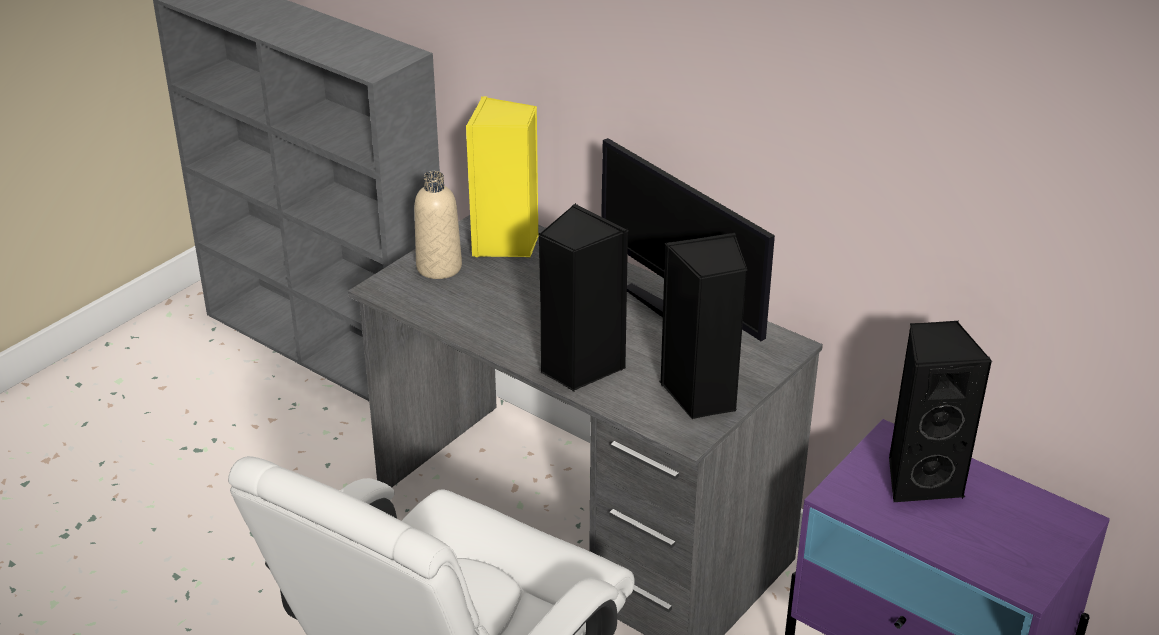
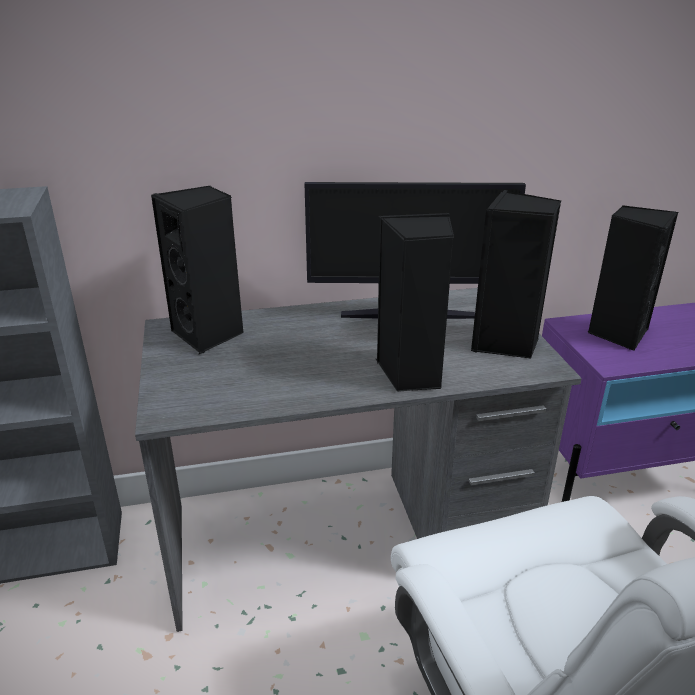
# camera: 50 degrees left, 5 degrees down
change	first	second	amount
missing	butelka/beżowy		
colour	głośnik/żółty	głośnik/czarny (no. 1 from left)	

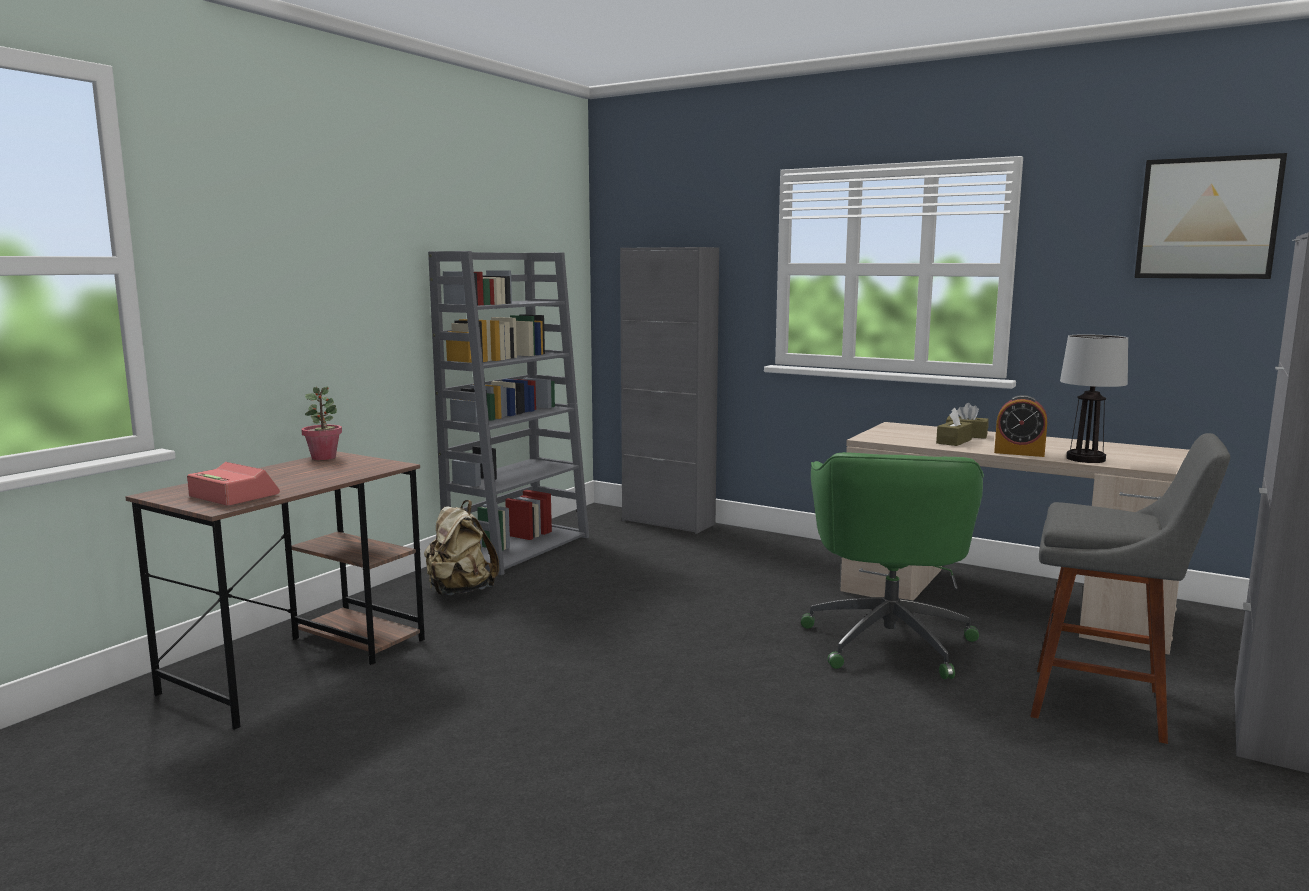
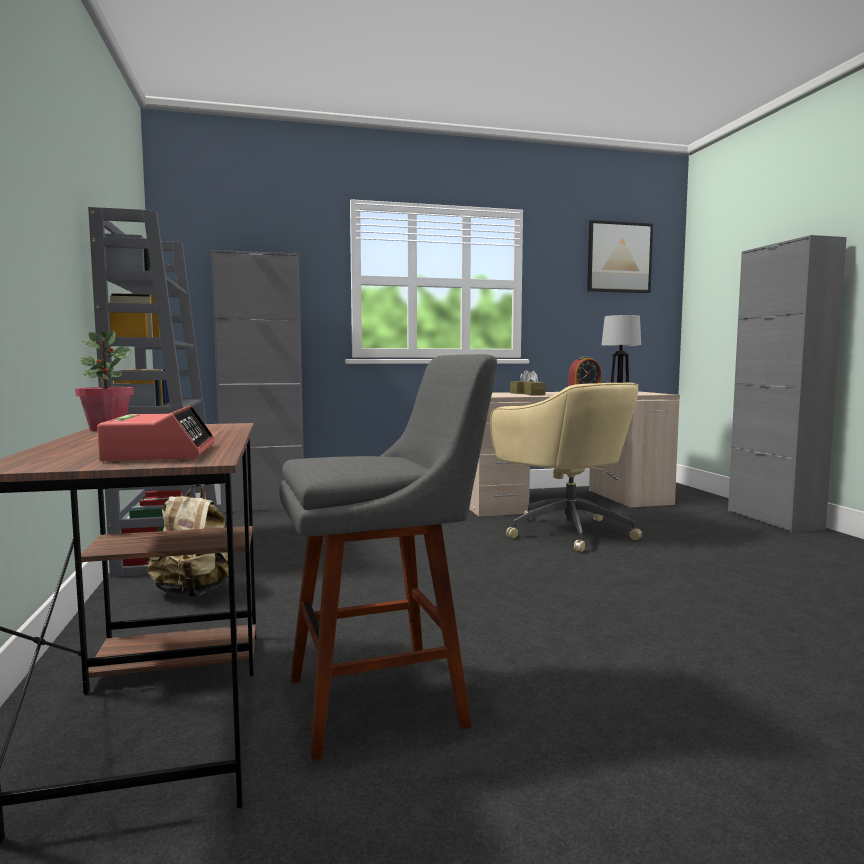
# camera: 45 degrees left, 5 degrees down
change	first	second	amount
spun	budzik (no. 1 from left)		90 degrees clockwise
colour	krzesło biurowe/zielony	krzesło biurowe/beżowy	
relocated	stołek/szary		

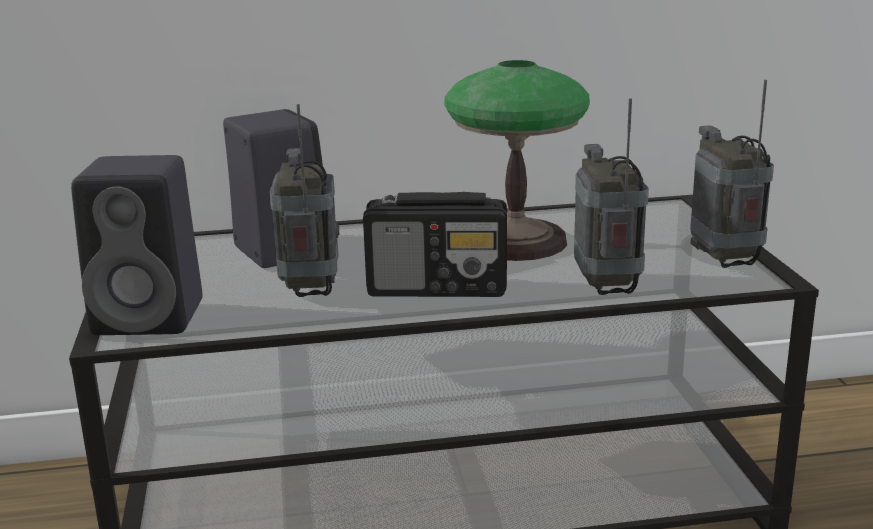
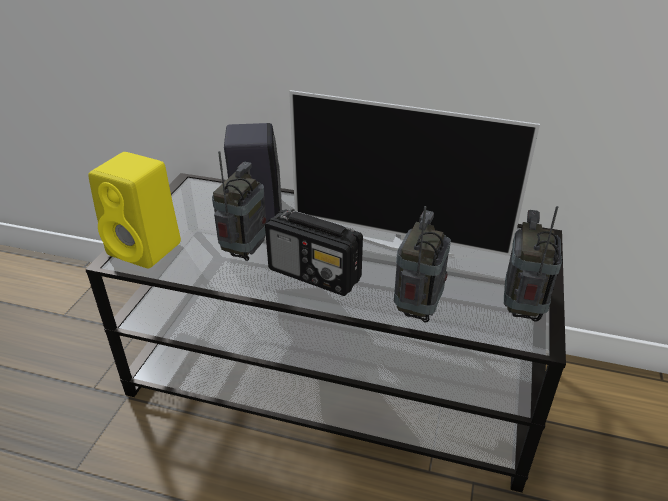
# camera: 25 degrees right, 15 degrees up
change	first	second	amount
colour	głośnik/czarny (no. 1 from left)	głośnik/żółty	
exchanged	lampa stołowa	telewizor	

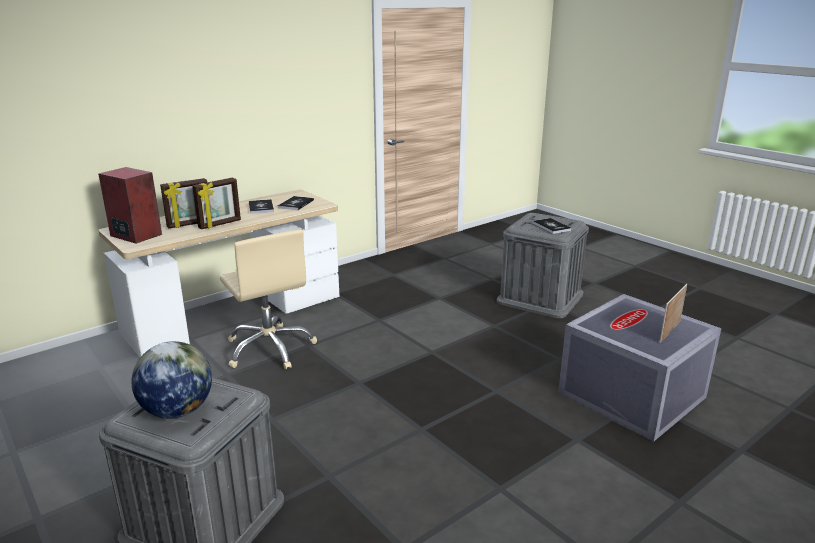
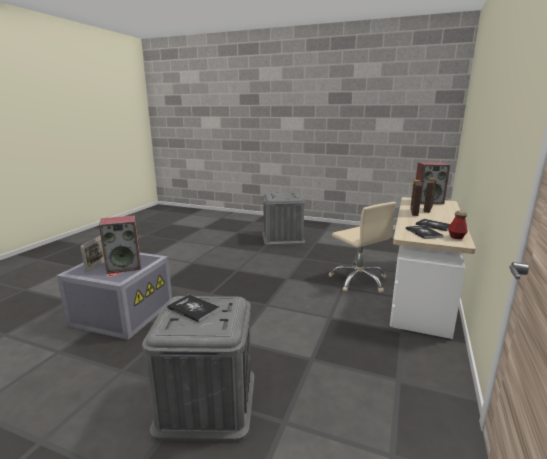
# camera: 150 degrees right, 5 degrees down
change	first	second	amount
missing	globus		
spun	krzesło biurowe/beżowy		150 degrees counterclockwise
appeared		głośnik (no. 1 from left)	
appeared		butelka	

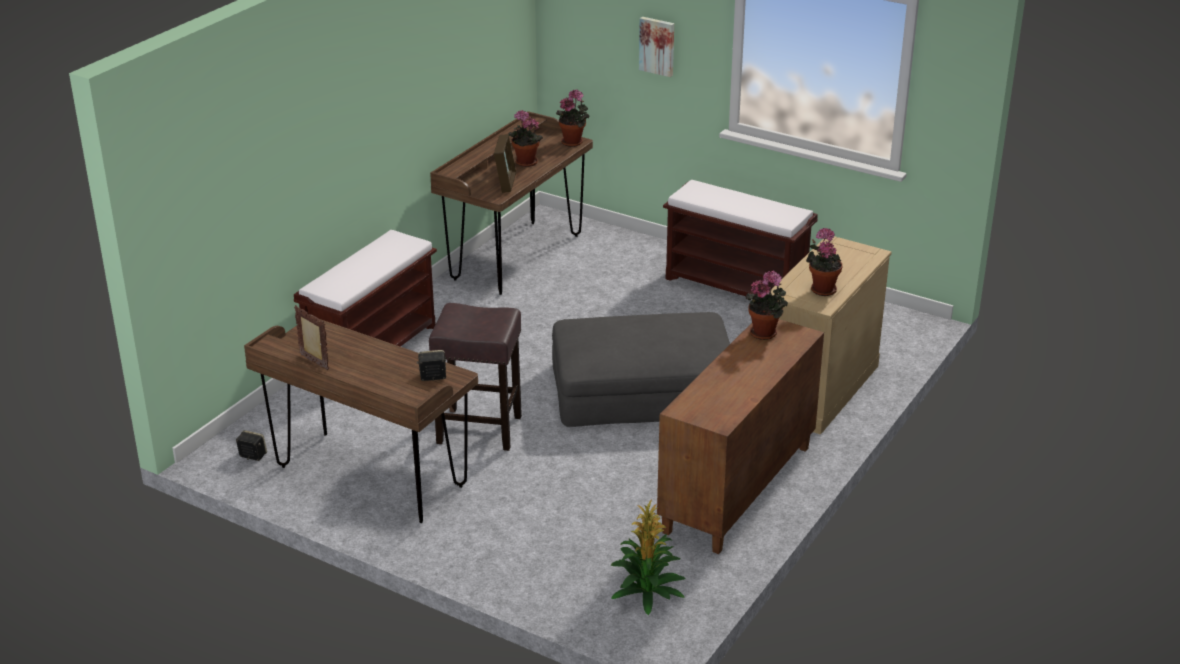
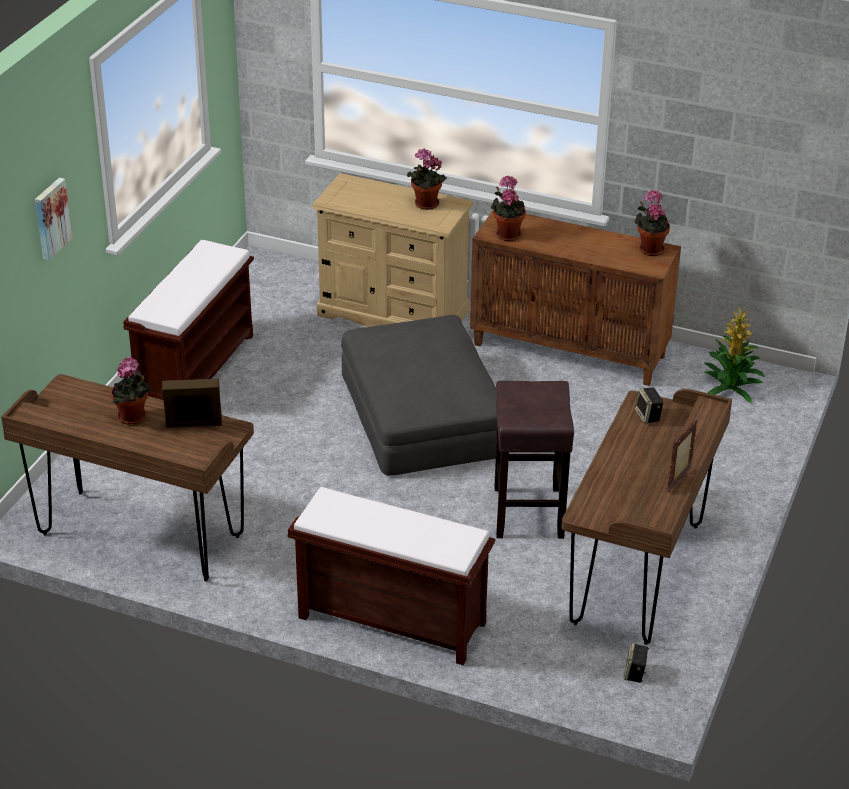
# camera: 100 degrees left, 5 degrees up
change	first	second	amount
relocated	roślina doniczkowa (no. 2 from left in the first image)	roślina doniczkowa (no. 4 from left)	

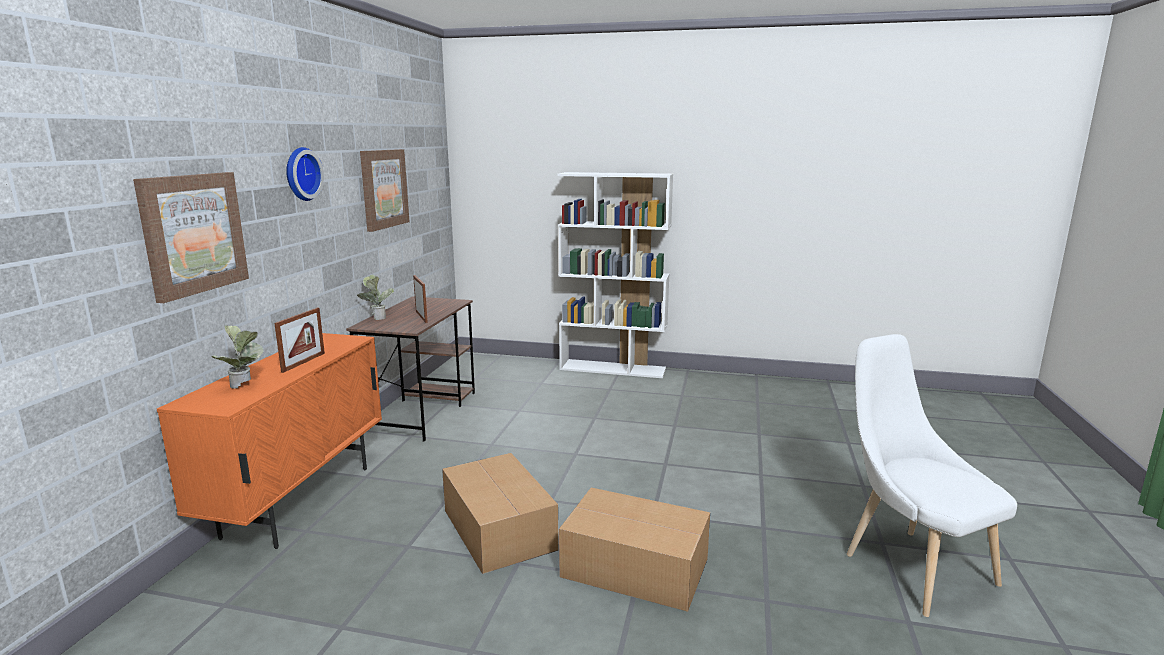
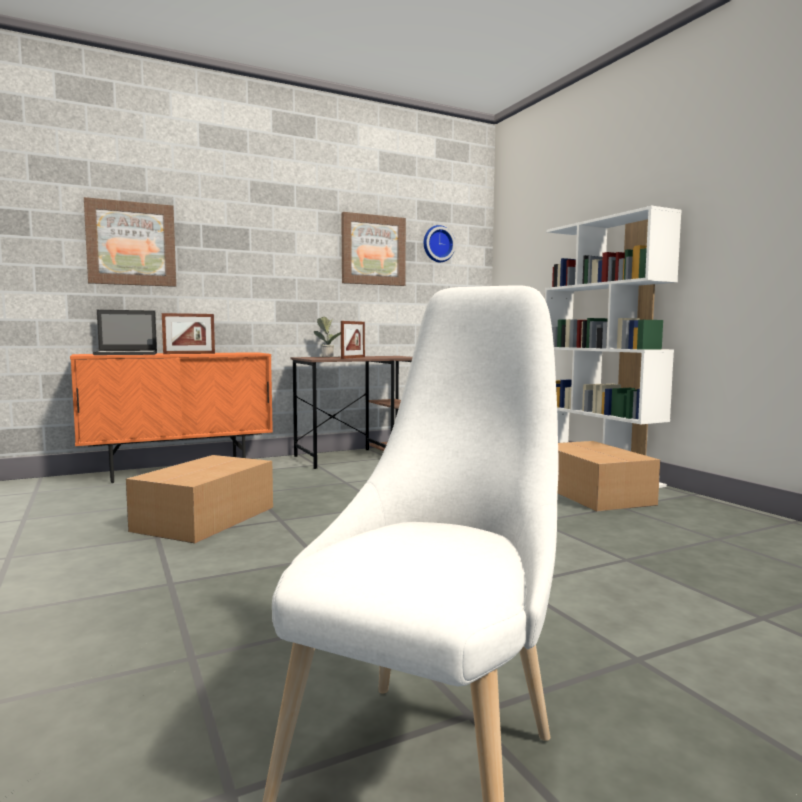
# camera: 50 degrees right, 10 degrees down
change	first	second	amount
exchanged	roślina doniczkowa (no. 1 from left)	laptop	
relocated	zegar ścienny		
relocated	karton (no. 2 from left)		

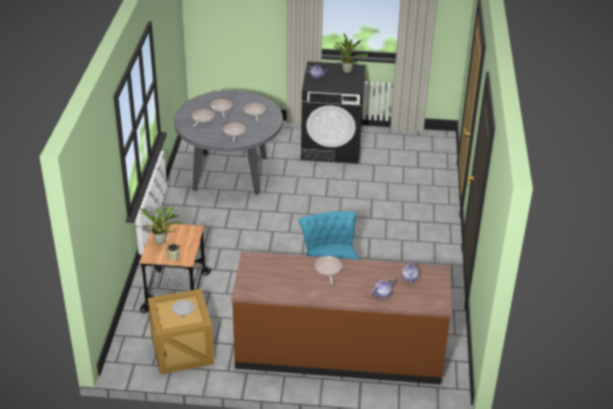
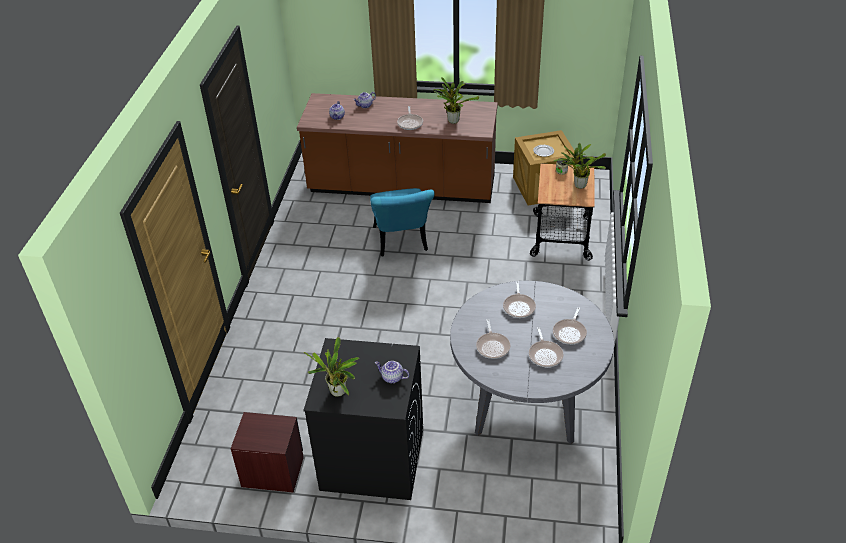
# camera: 175 degrees left, 5 degrees up
change	first	second	amount
appeared		szafka nocna/brązowy	
appeared		roślina doniczkowa (no. 2 from left)	

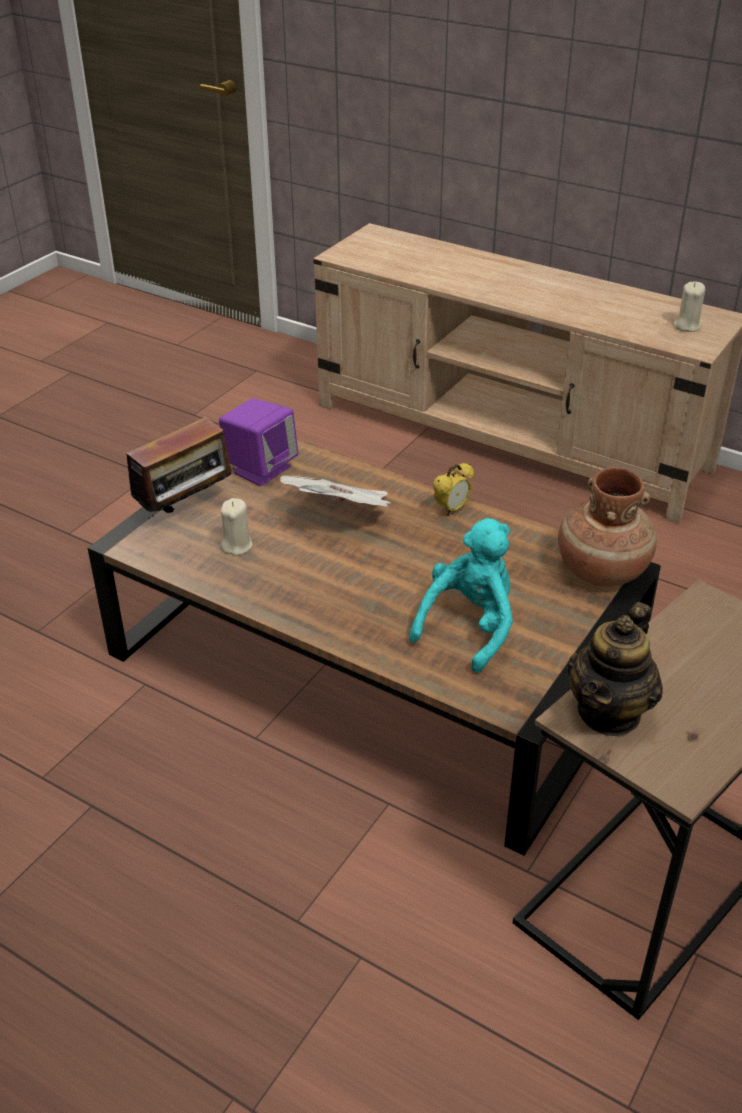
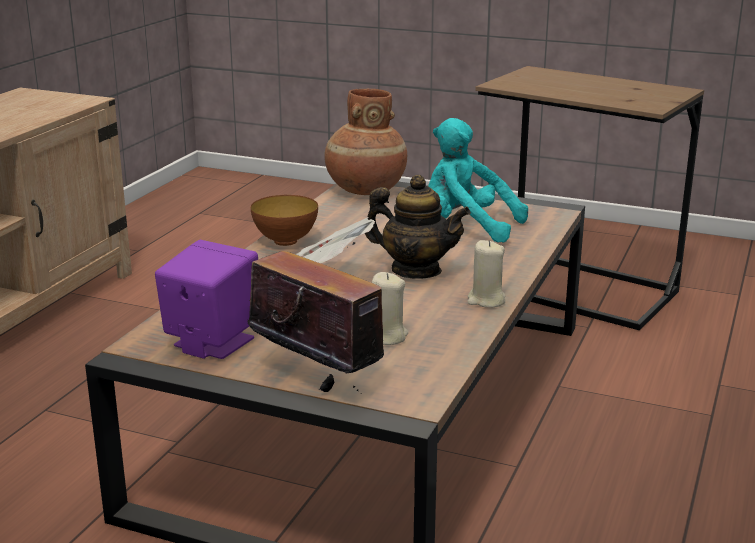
# camera: 100 degrees left, 15 degrees down
change	first	second	amount
exchanged	budzik	miska	
relocated	imbryk		
relocated	świeca/beżowy (no. 2 from left)		

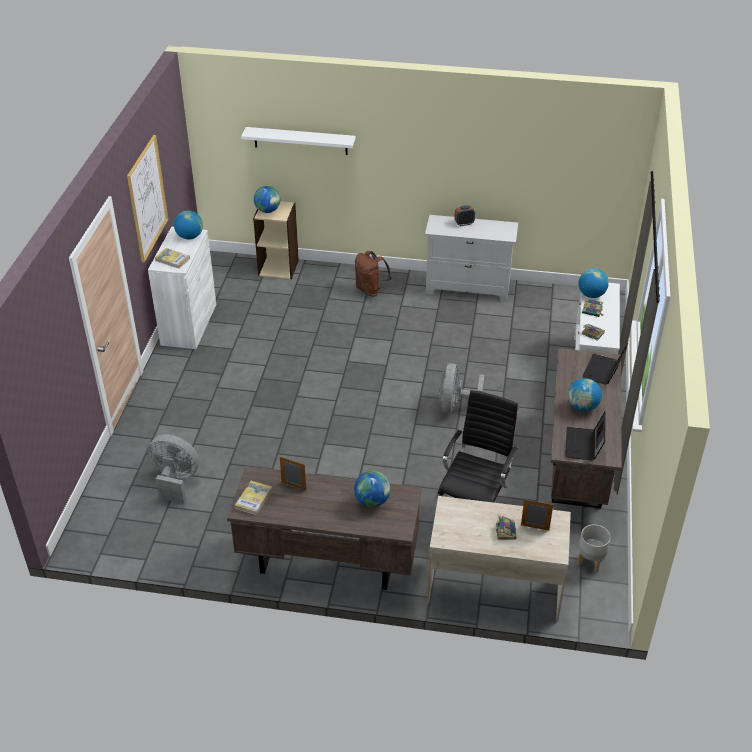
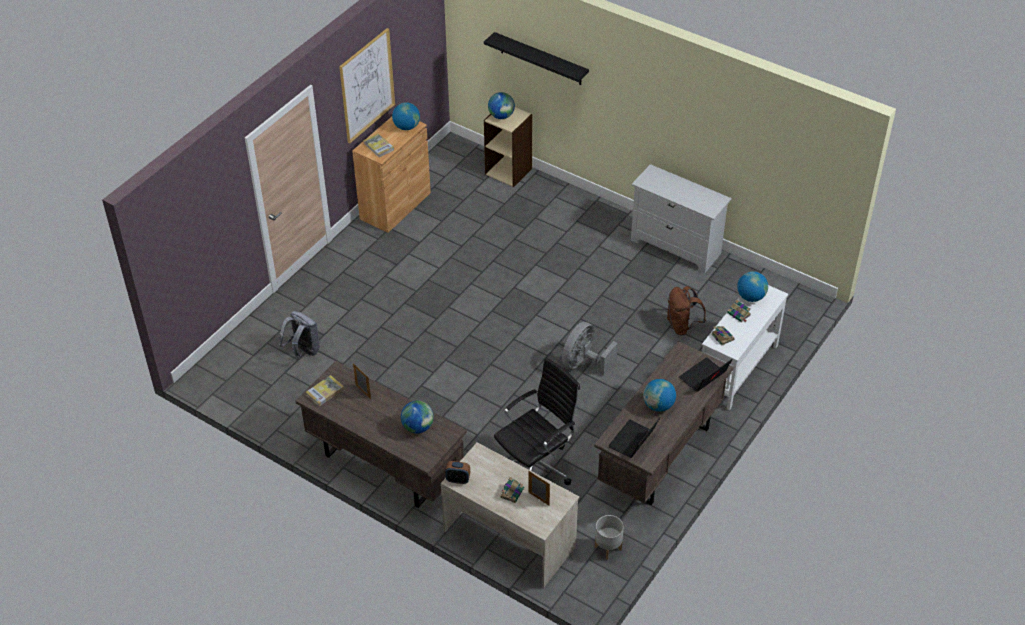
# camera: 25 degrees right, 5 degrees up
change	first	second	amount
colour	szafka/biały	szafka/brązowy	
exchanged	wentylator/szary (no. 1 from left)	plecak/szary	
colour	półka/biały	półka/czarny	
relocated	plecak/brązowy		
relocated	budzik		

